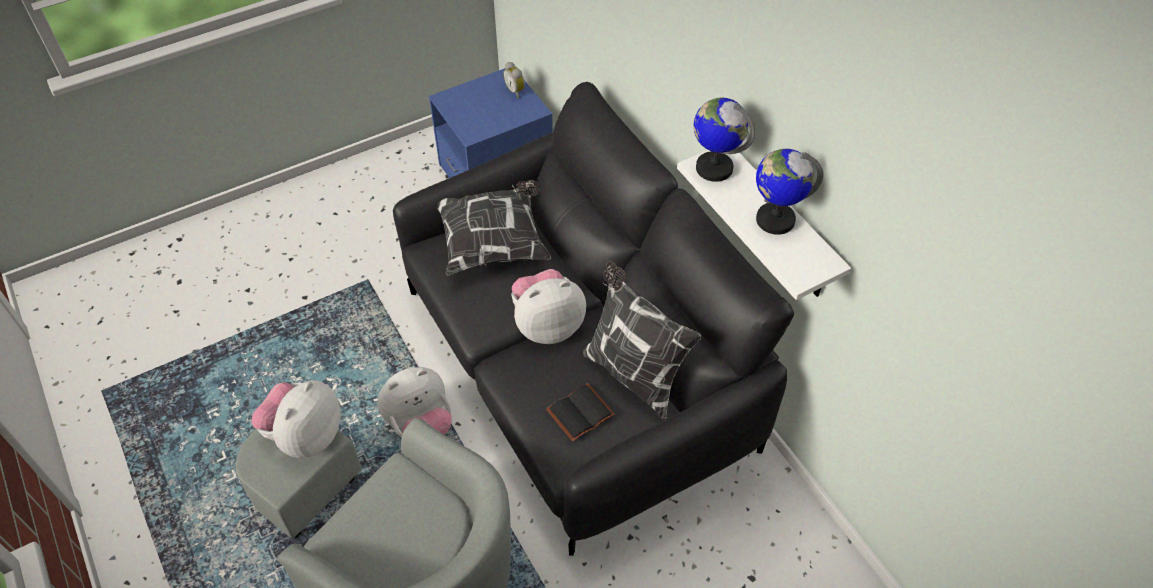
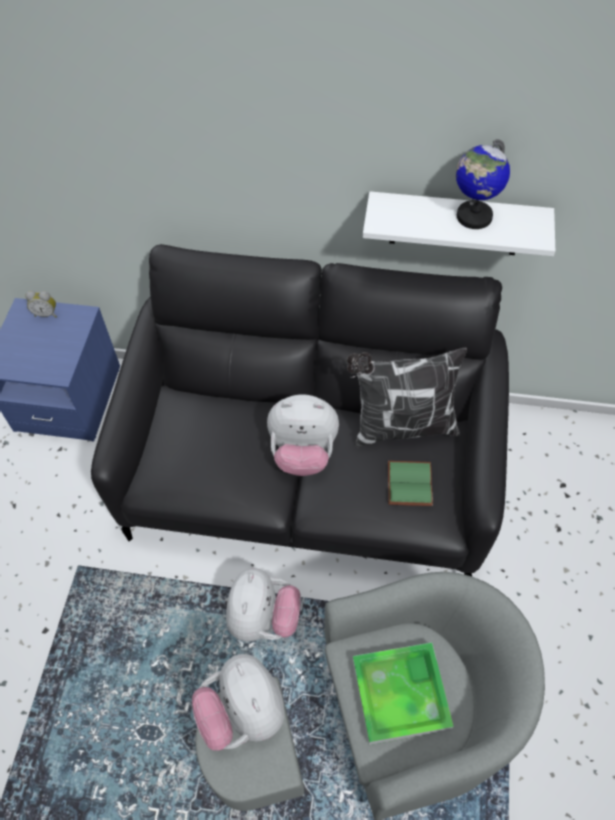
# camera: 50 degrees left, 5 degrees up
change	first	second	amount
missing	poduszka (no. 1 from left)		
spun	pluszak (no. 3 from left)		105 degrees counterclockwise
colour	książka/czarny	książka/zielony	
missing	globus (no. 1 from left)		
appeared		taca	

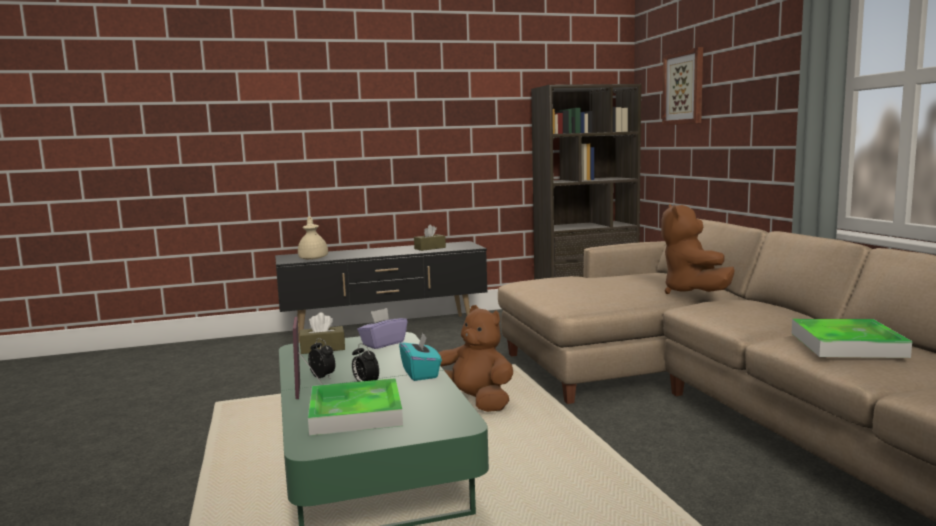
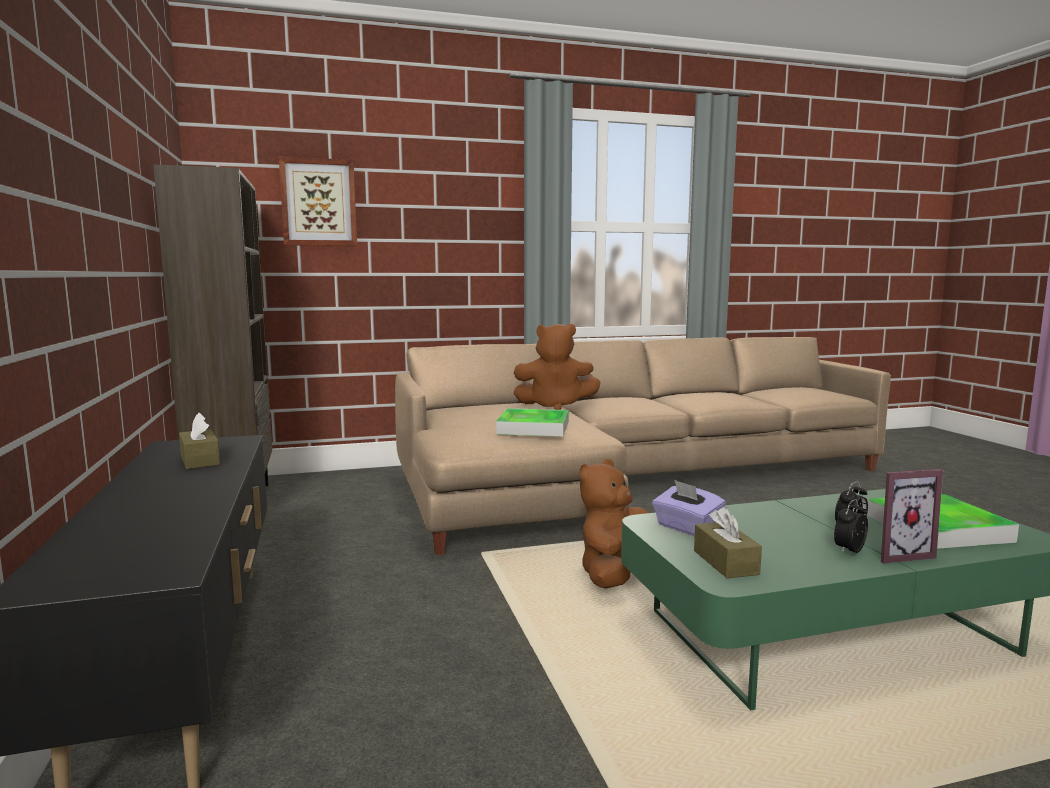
# camera: 90 degrees left, 0 degrees up
change	first	second	amount
missing	imbryk/beżowy		
missing	pudełko chusteczek/turkusowy		
relocated	taca (no. 2 from left in the first image)	taca (no. 1 from left)	

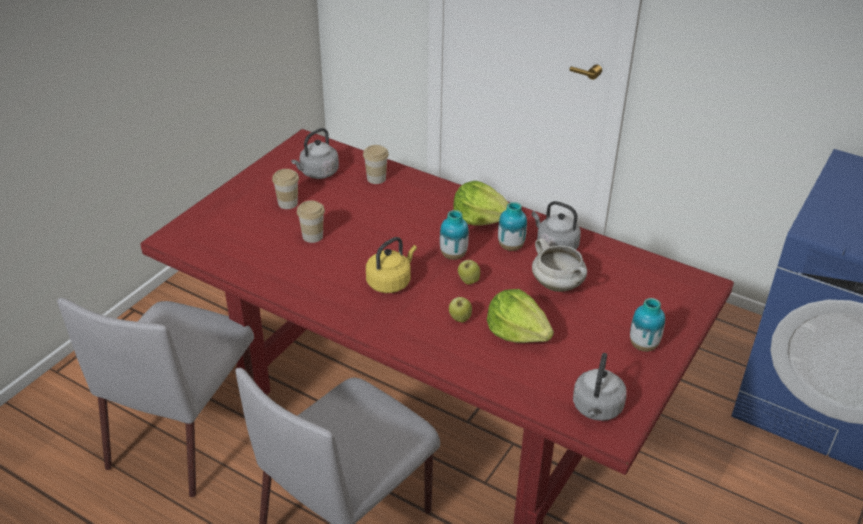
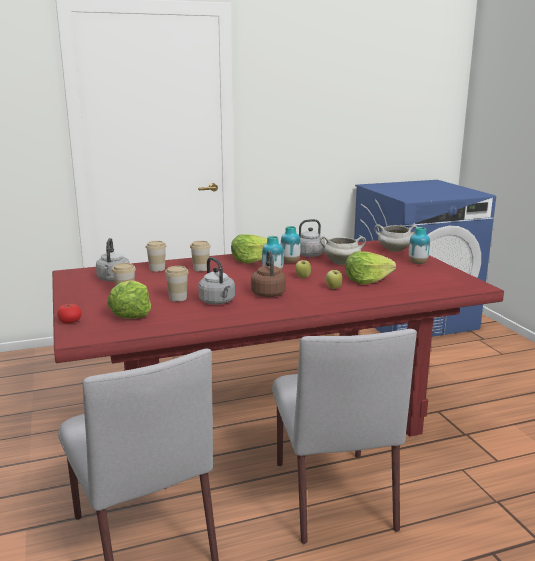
# camera: 50 degrees left, 20 degrees down
change	first	second	amount
colour	czajnik/żółty	czajnik/brązowy	
relocated	czajnik/szary (no. 3 from left in the first image)	czajnik/szary (no. 2 from left)	
appeared		pomidor	
appeared		sałata (no. 1 from left)	
appeared		filiżanka (no. 4 from left)	
appeared		garnek/biały (no. 2 from left)	

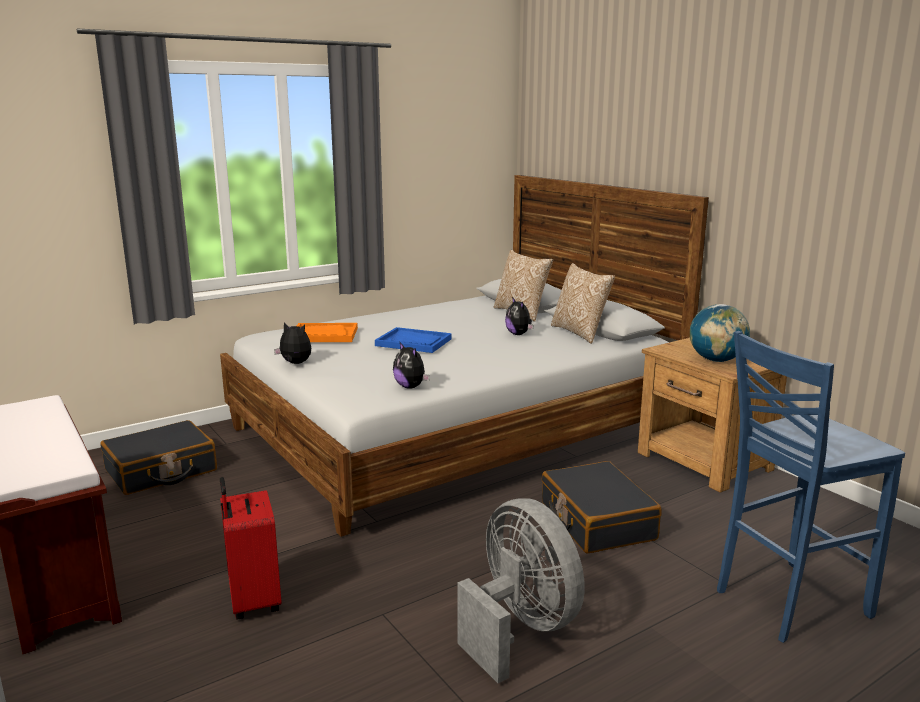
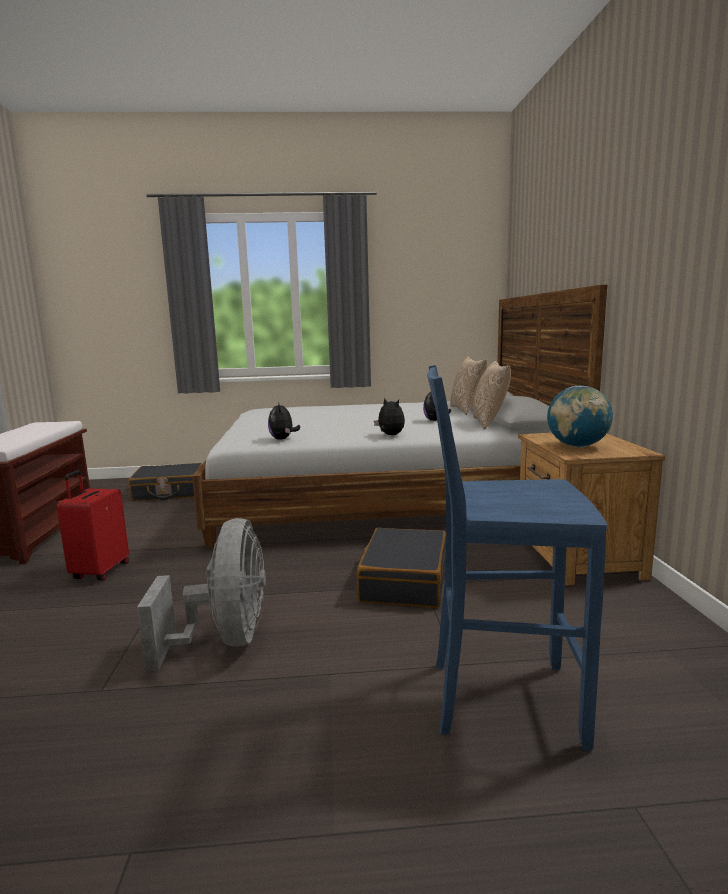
# camera: 30 degrees right, 5 degrees down
change	first	second	amount
relocated	pluszak (no. 1 from left in the first image)	pluszak (no. 2 from left)	
missing	taca/pomarańczowy		
missing	taca/niebieski		

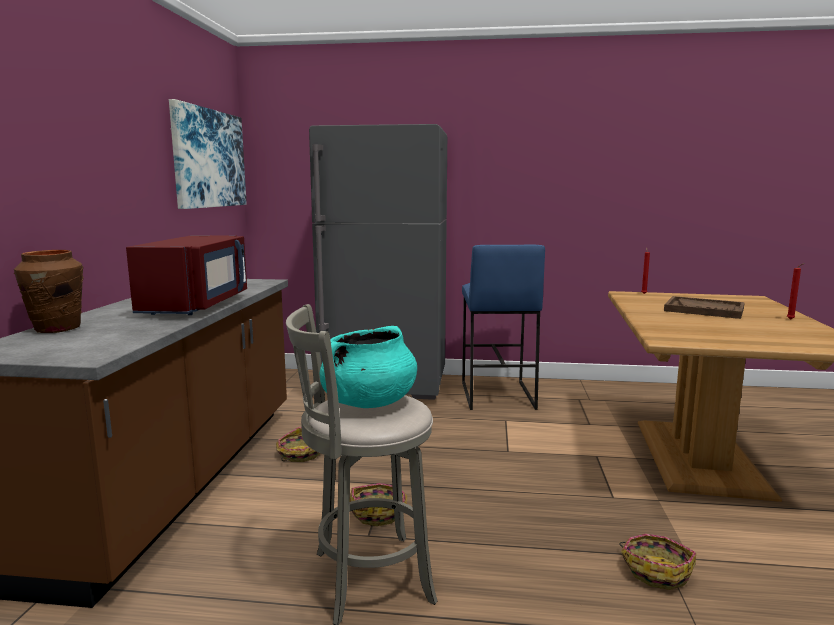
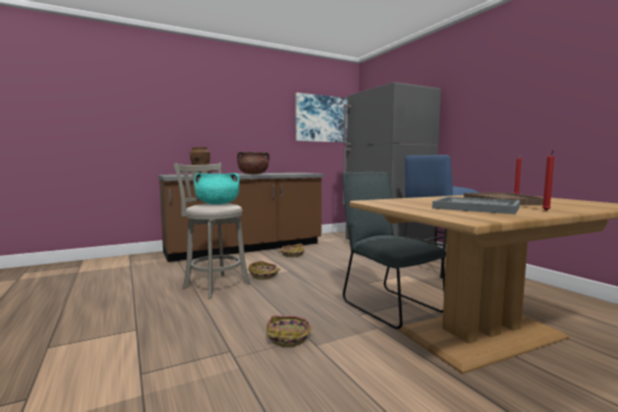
# camera: 55 degrees right, 5 degrees down
change	first	second	amount
exchanged	mikrofalówka/czerwony	garnek/brązowy	
appeared		krzesło/szary	
appeared		taca/szary	

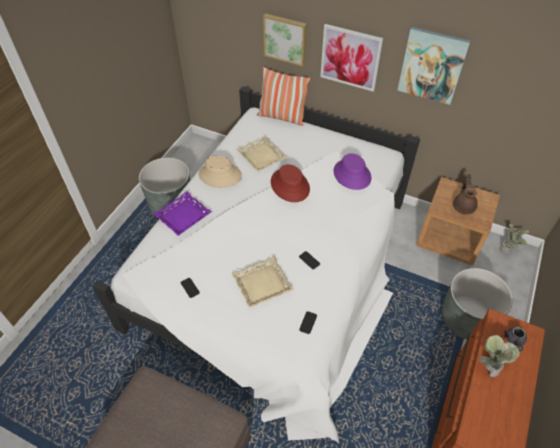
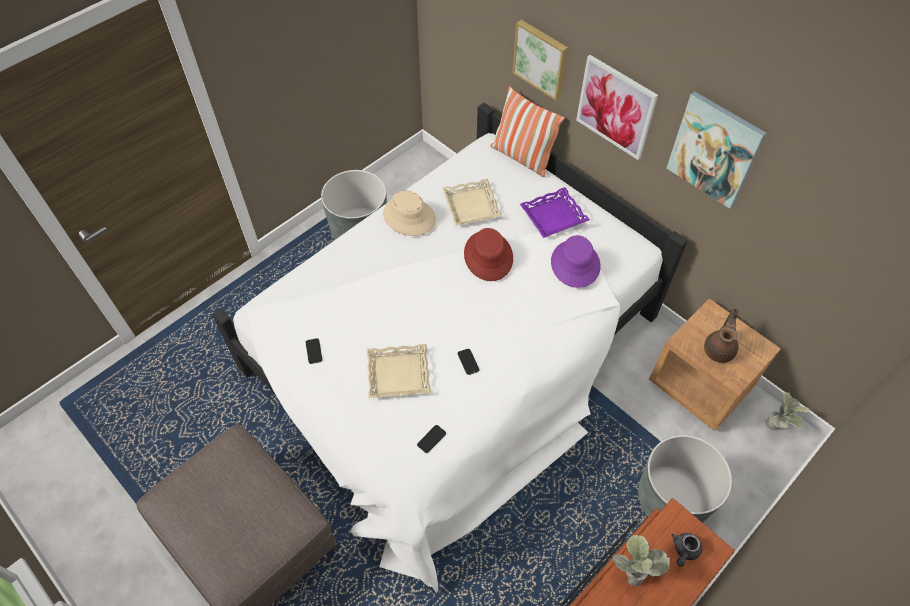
# camera: 20 degrees right, 5 degrees up
change	first	second	amount
relocated	taca/fioletowy		

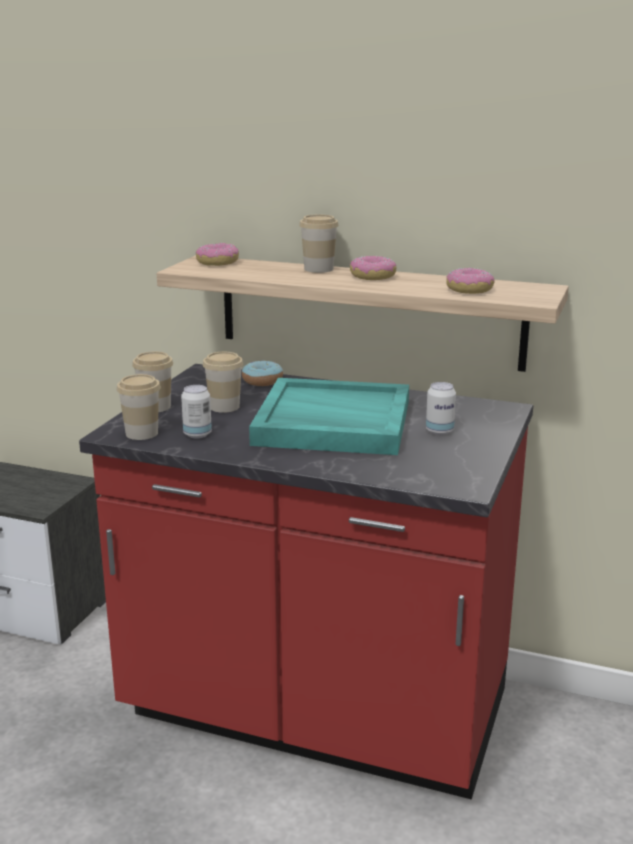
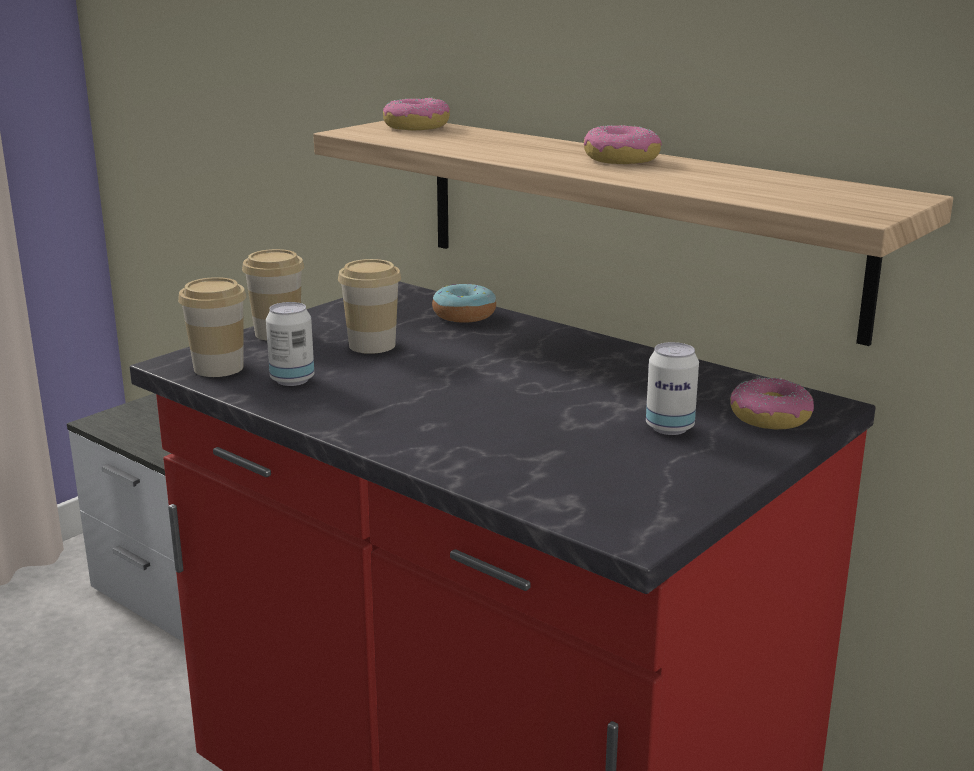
# camera: 20 degrees right, 0 degrees up
change	first	second	amount
missing	taca/turkusowy		
missing	filiżanka (no. 4 from left)		
relocated	donut (no. 4 from left)		

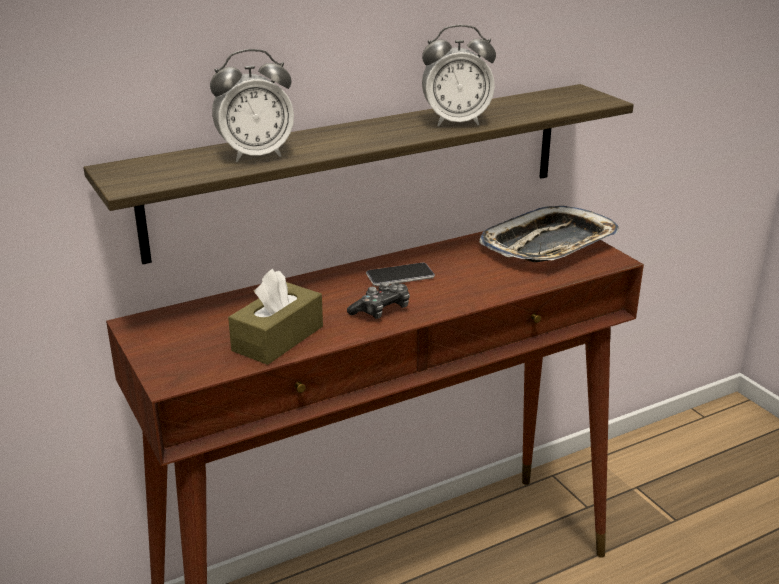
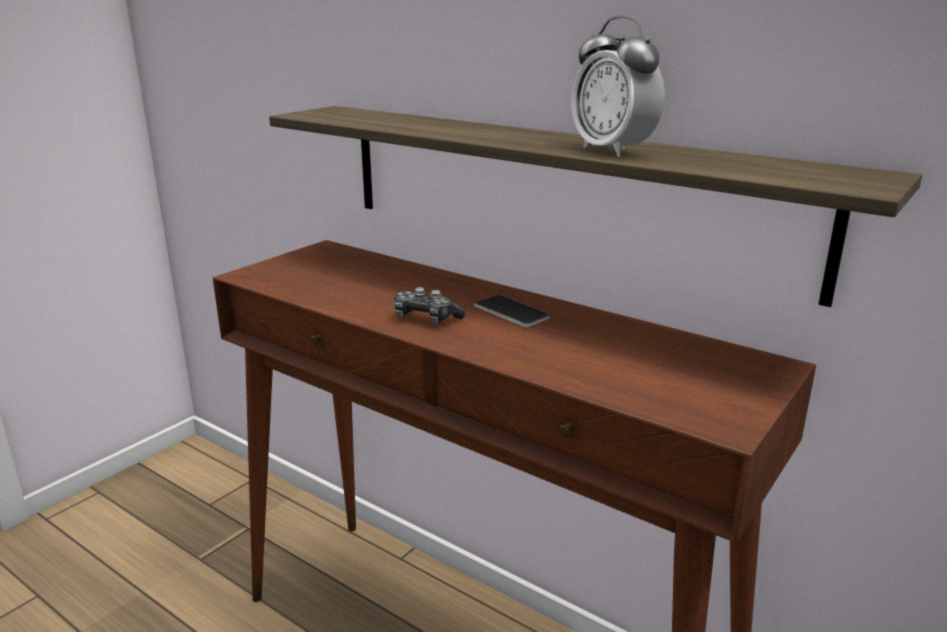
# camera: 65 degrees right, 5 degrees down
change	first	second	amount
missing	budzik (no. 1 from left)		
missing	pudełko chusteczek/brązowy		
missing	taca		

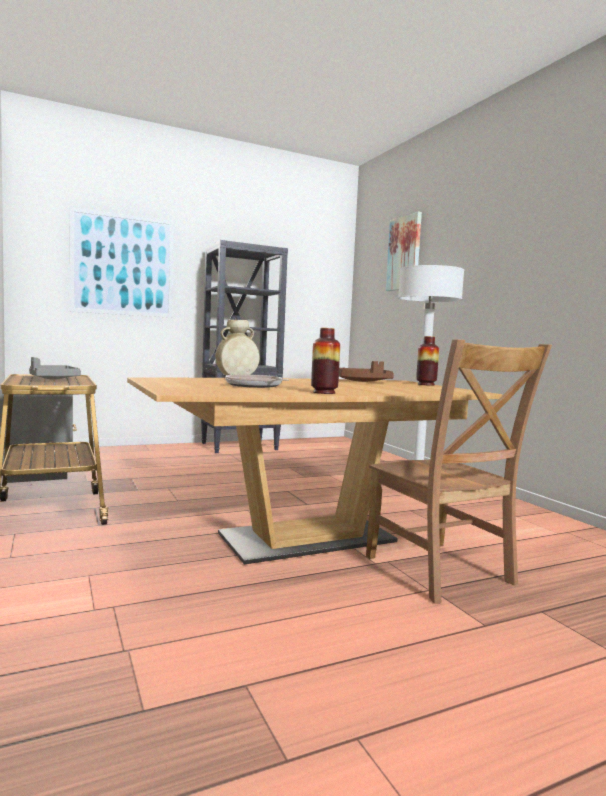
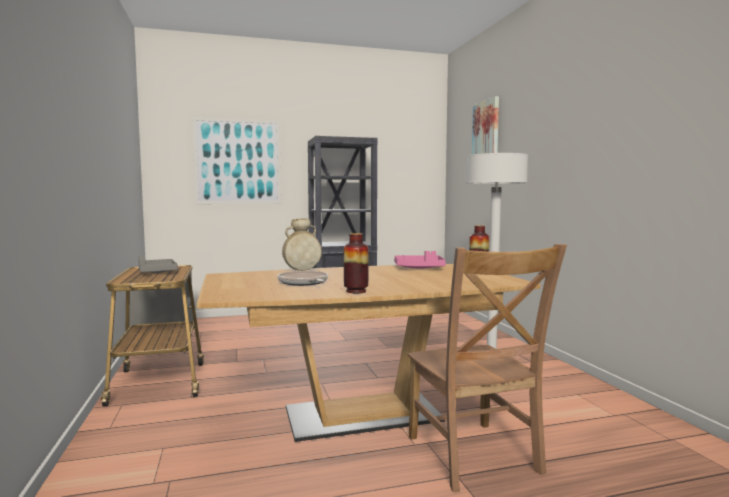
# camera: 10 degrees right, 0 degrees up
change	first	second	amount
colour	taca/brązowy	taca/różowy	

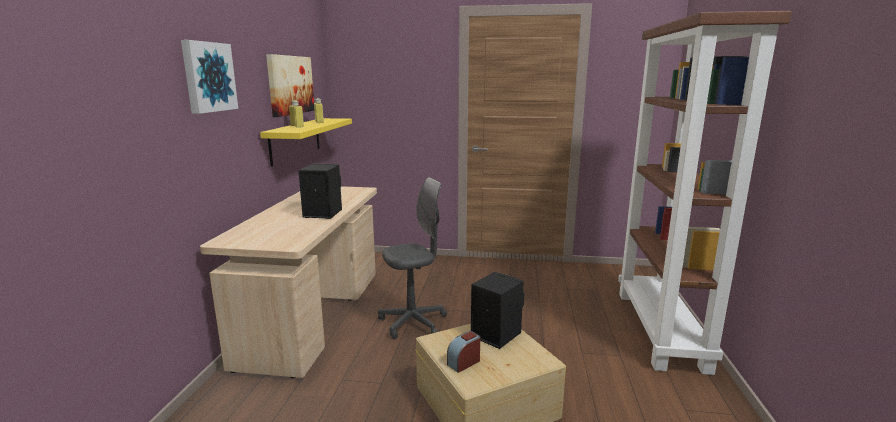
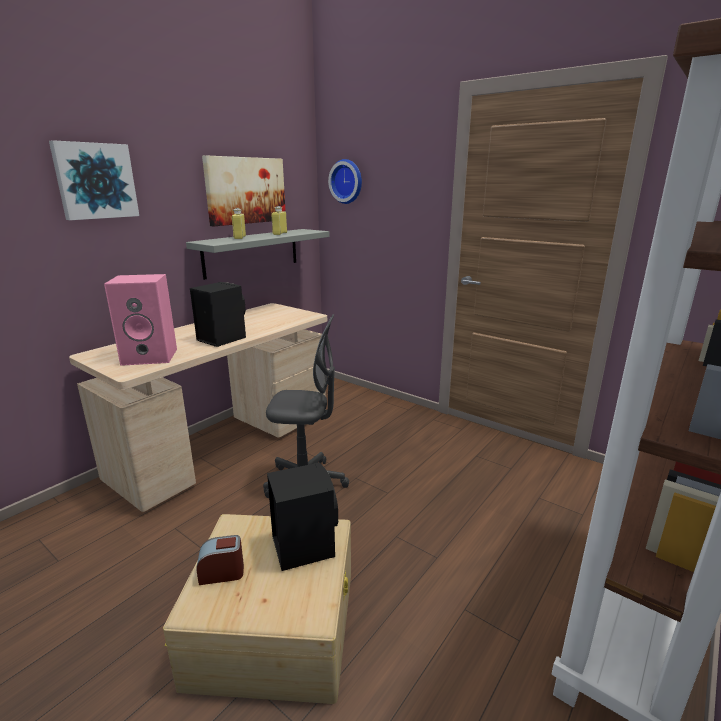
# camera: 30 degrees right, 5 degrees up
change	first	second	amount
colour	półka/żółty	półka/szary	
appeared		głośnik/różowy	
appeared		zegar ścienny	

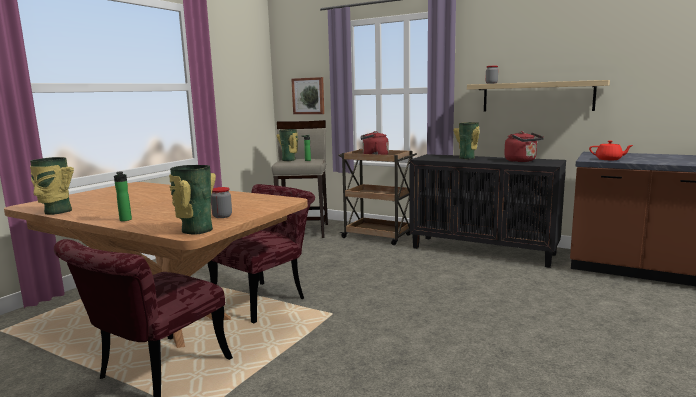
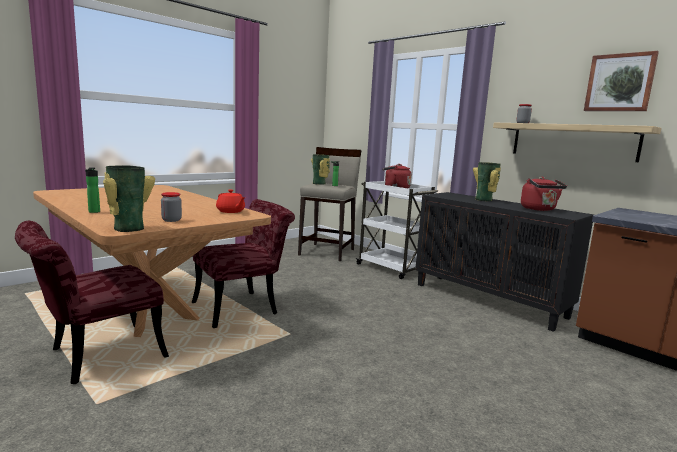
# camera: 15 degrees right, 0 degrees up
change	first	second	amount
missing	wazon (no. 1 from left)		
relocated	obraz		
colour	wózek/brązowy	wózek/biały	
relocated	imbryk/czerwony		

